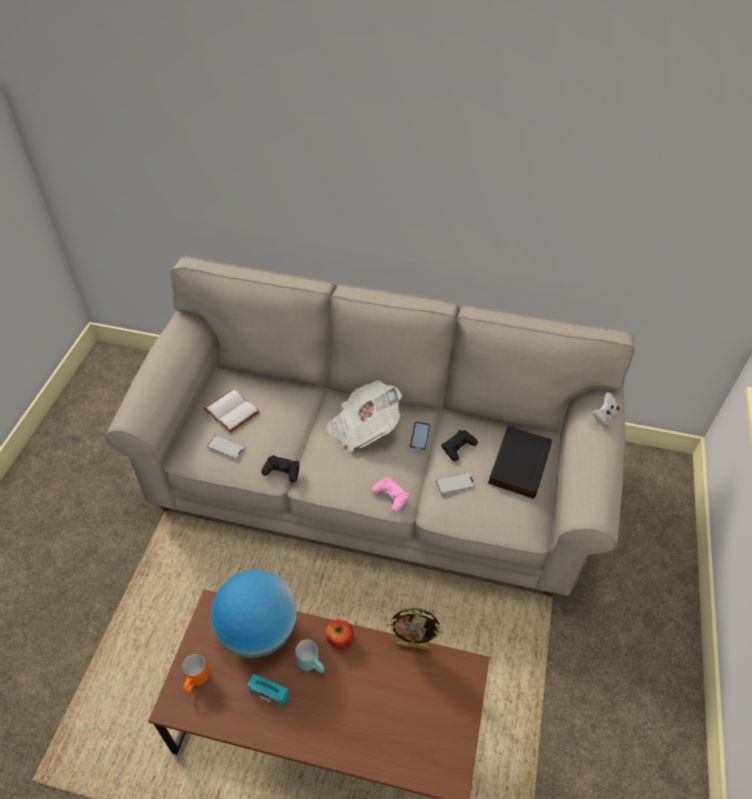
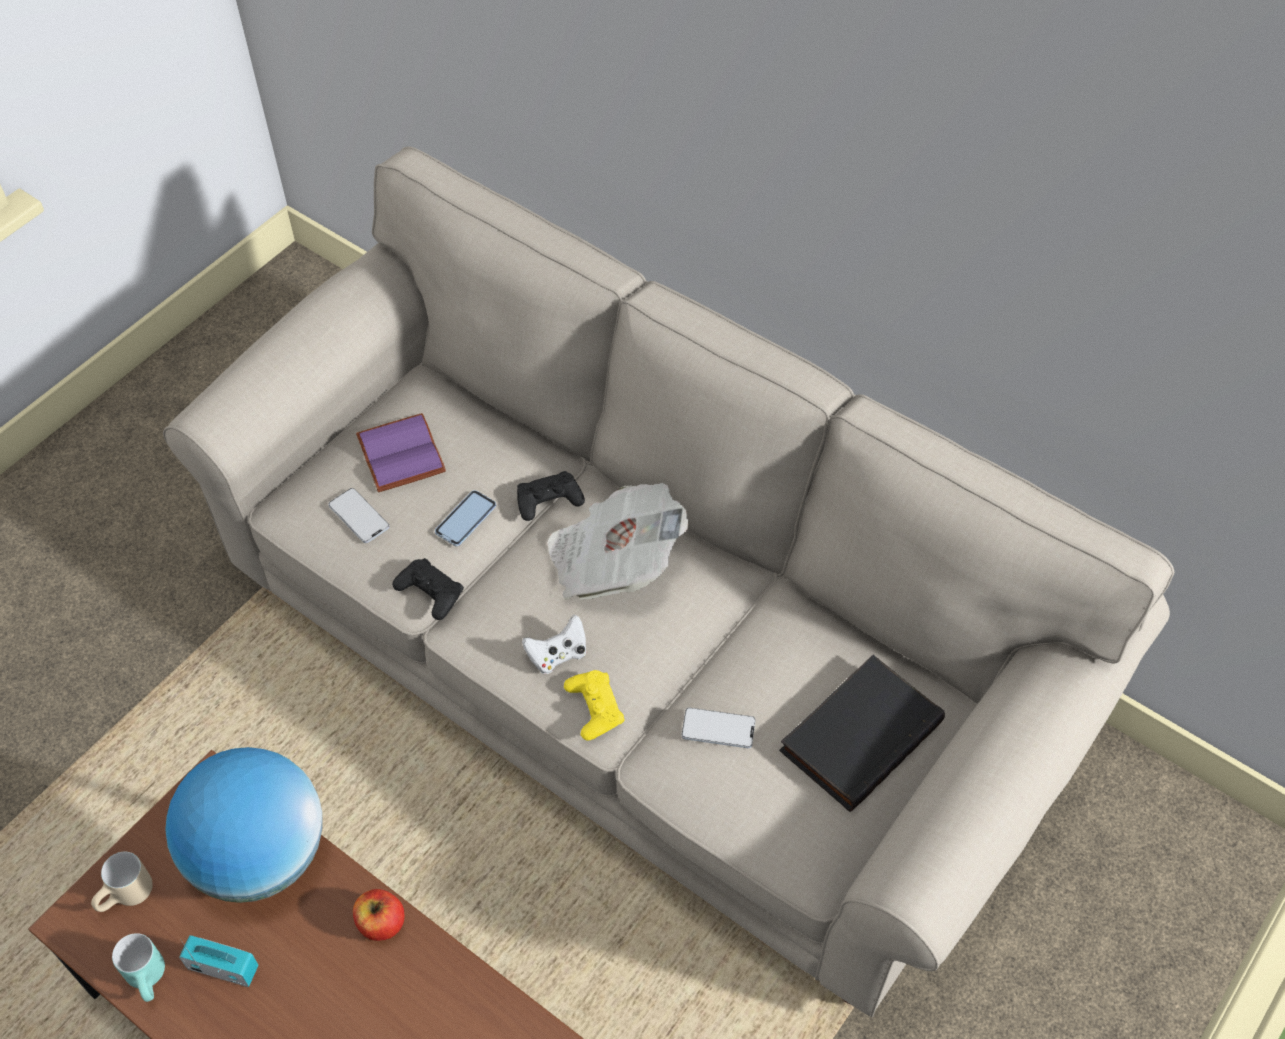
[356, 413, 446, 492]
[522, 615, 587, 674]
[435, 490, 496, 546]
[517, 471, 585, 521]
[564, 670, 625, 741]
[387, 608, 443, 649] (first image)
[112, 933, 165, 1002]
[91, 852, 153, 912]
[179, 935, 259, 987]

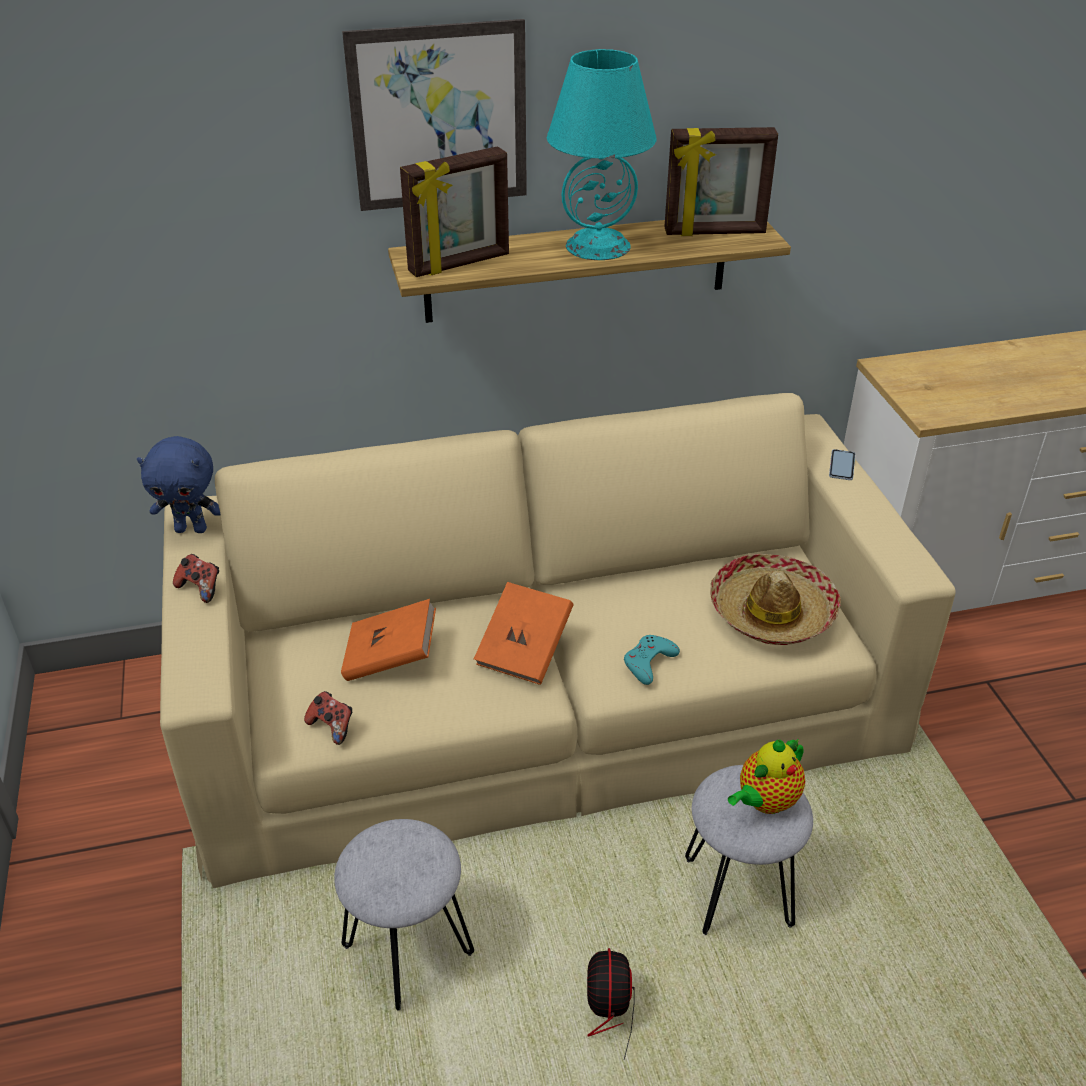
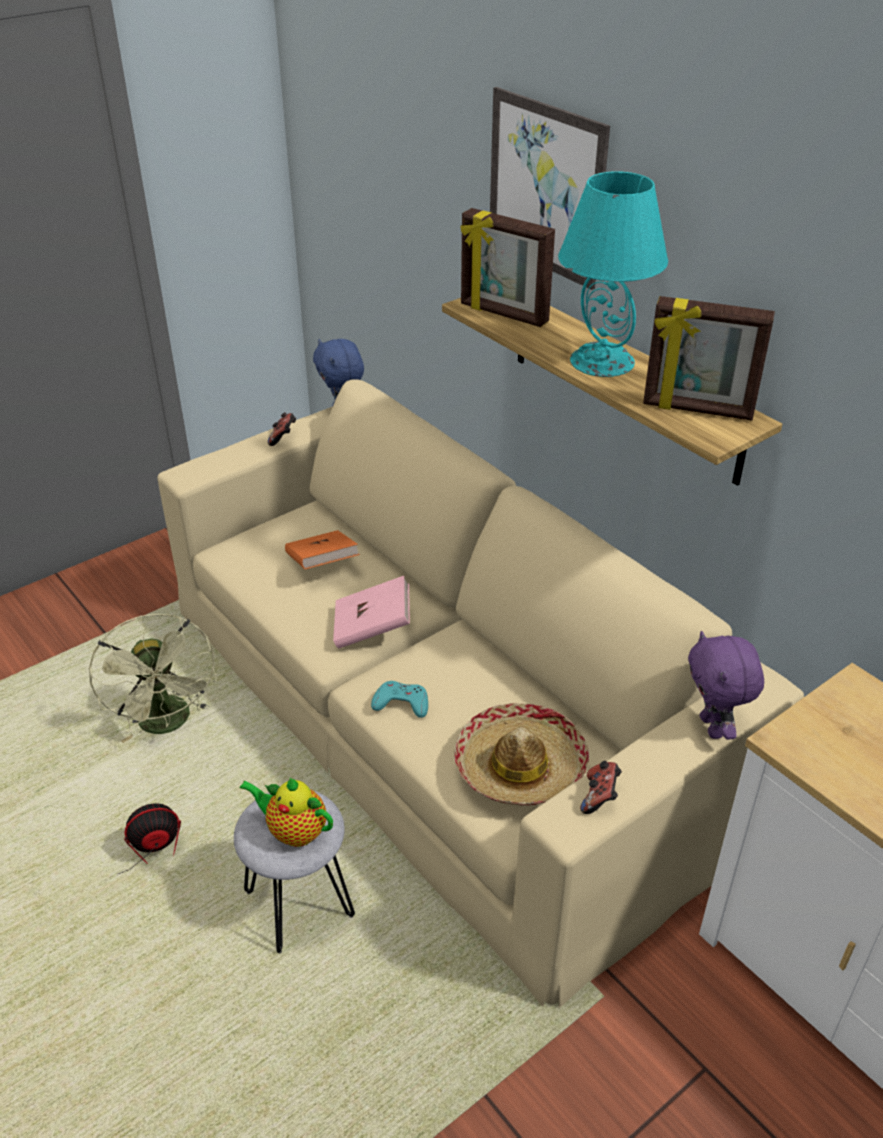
[643, 296, 775, 421]
[688, 631, 764, 740]
[333, 576, 410, 648]
[580, 761, 622, 814]
[88, 614, 217, 743]

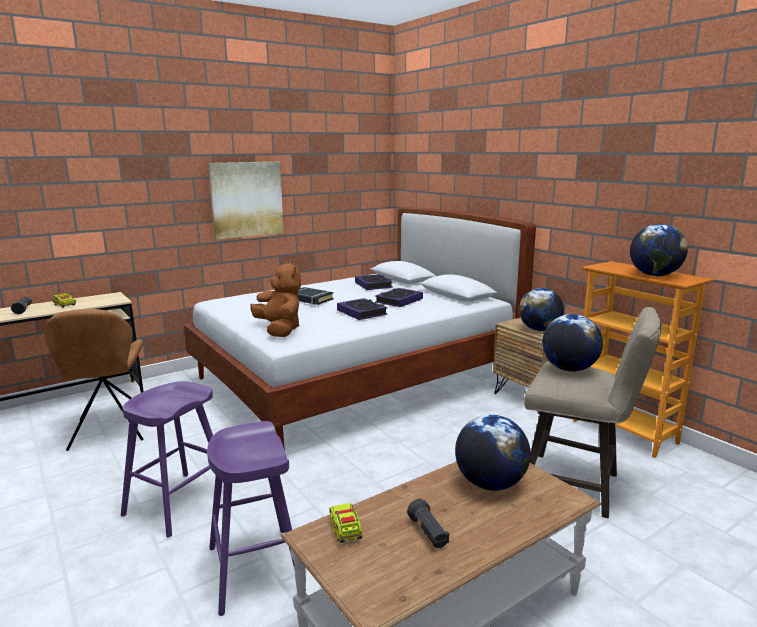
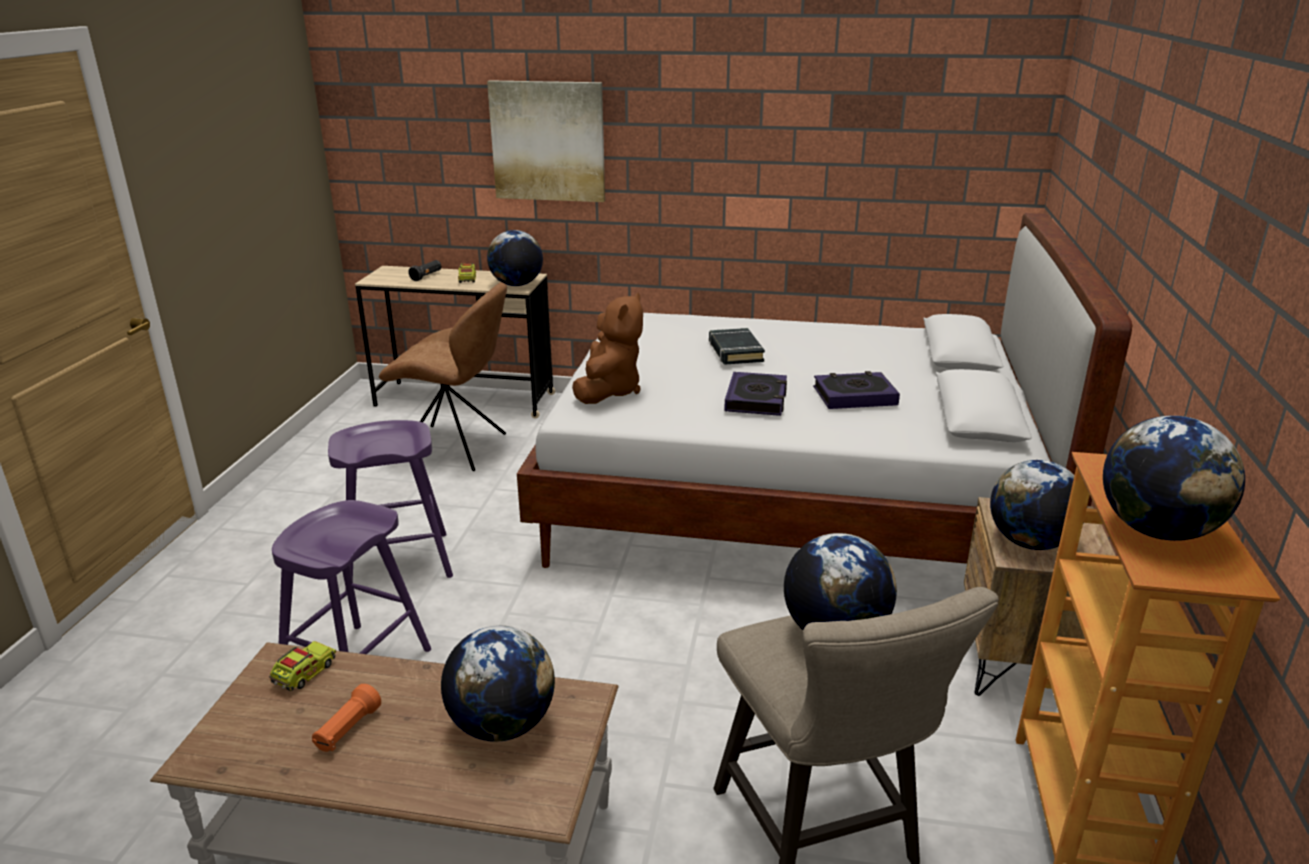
[487, 80, 605, 202]
[355, 274, 393, 290] (first image)
[379, 282, 507, 471]
[312, 684, 381, 752]
[487, 230, 543, 286]

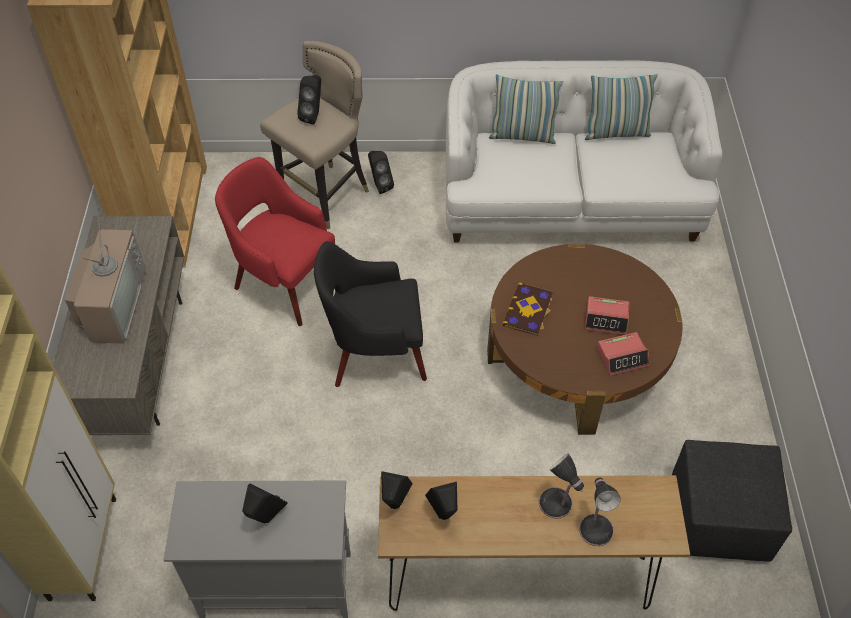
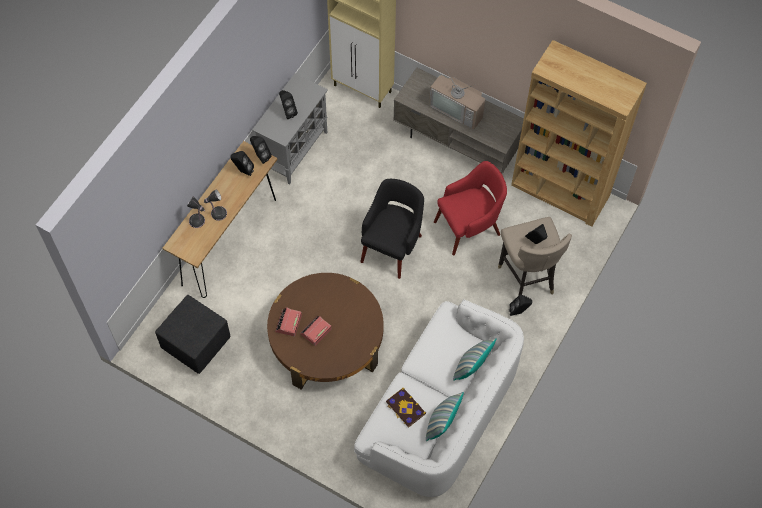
[386, 388, 426, 428]

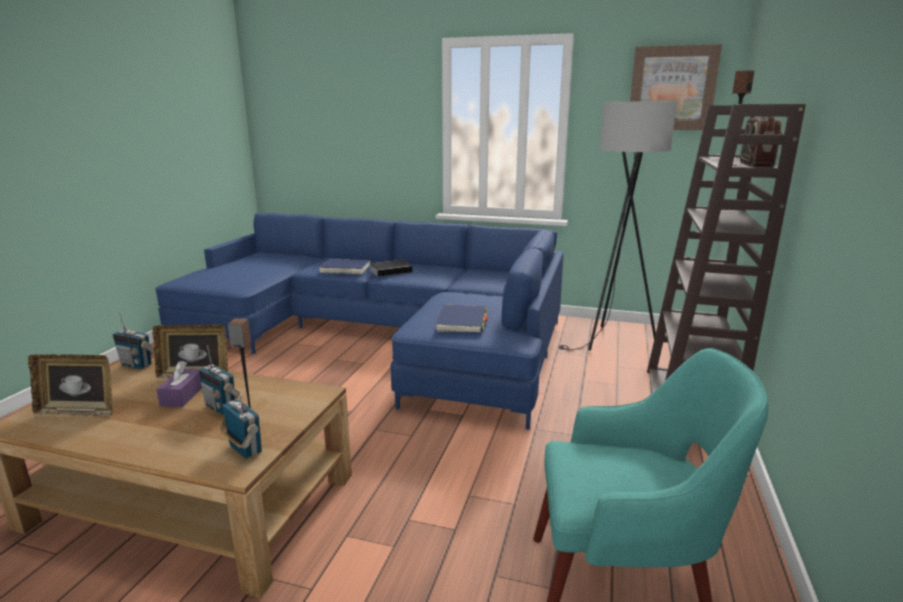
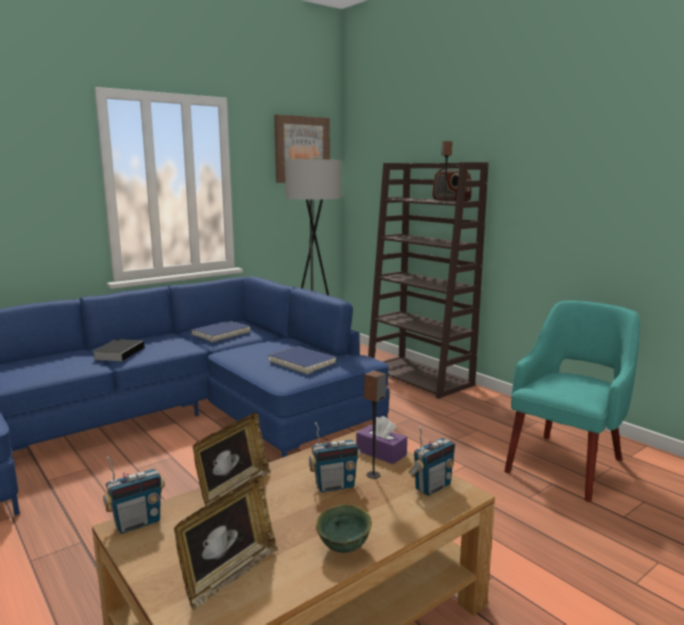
[191, 321, 251, 342]
[356, 416, 407, 464]
[409, 426, 455, 496]
[316, 504, 372, 553]

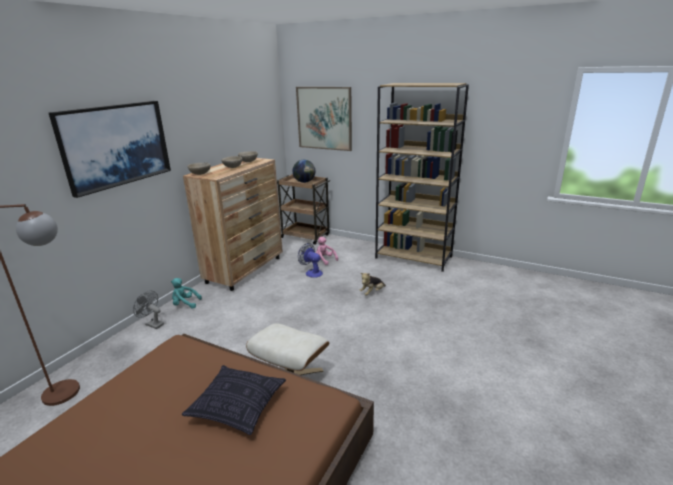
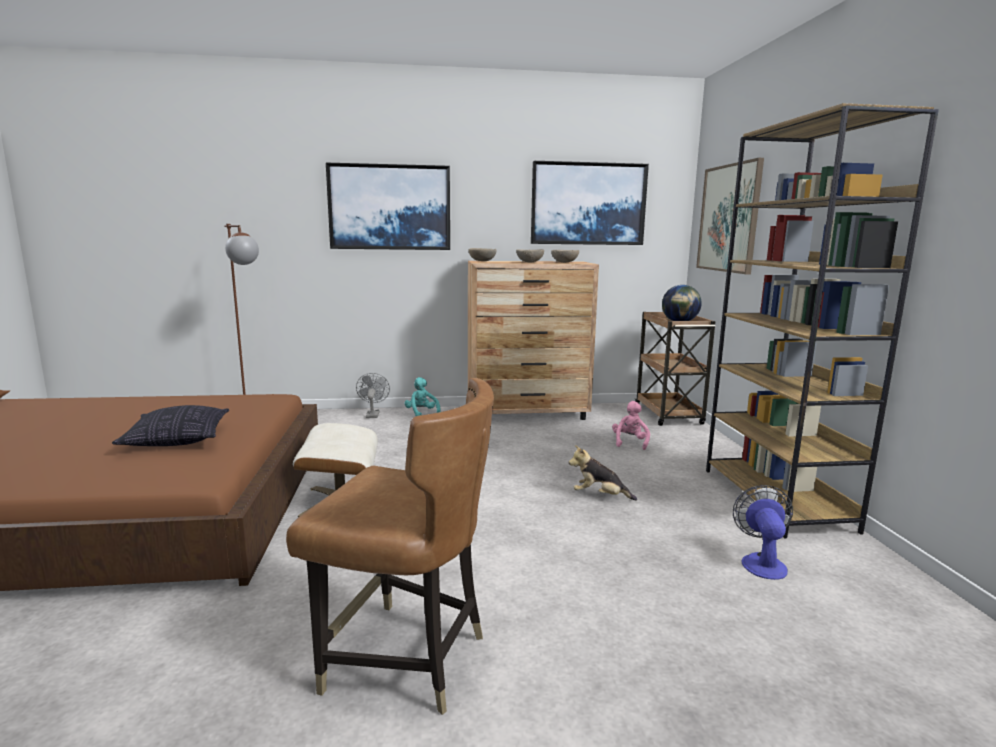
[733, 485, 793, 580]
[531, 161, 649, 245]
[286, 378, 494, 715]

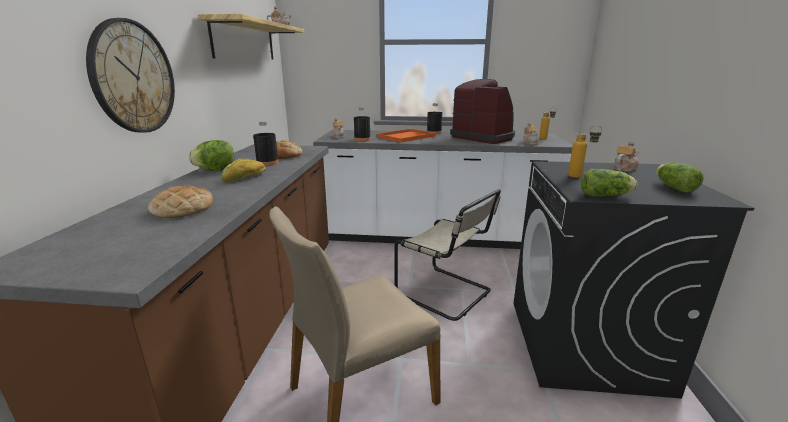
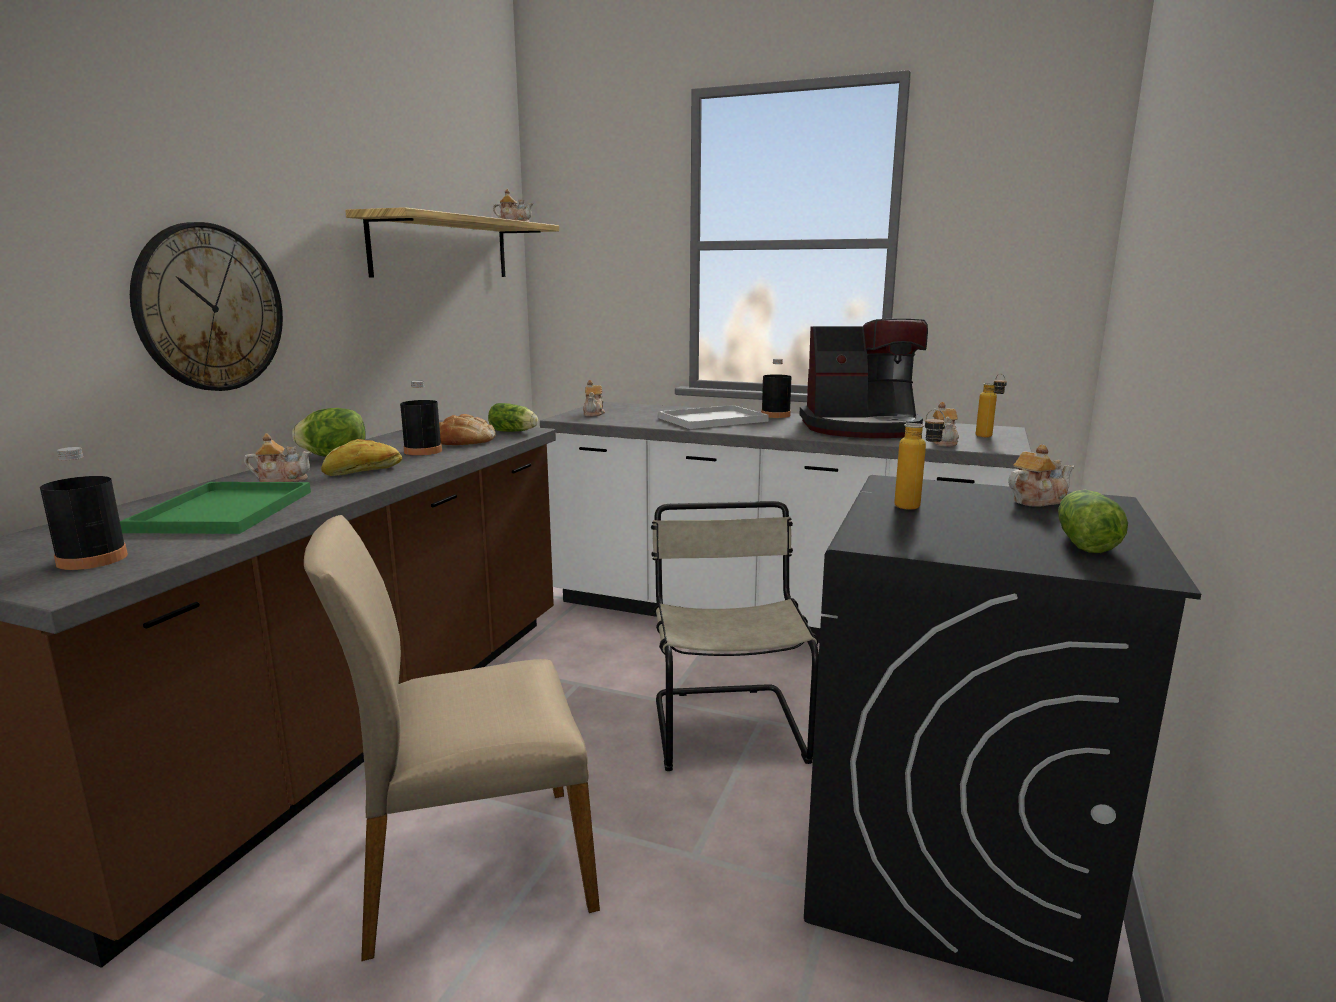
[799, 318, 928, 438]
[40, 447, 128, 570]
[658, 405, 769, 429]
[488, 403, 538, 432]
[120, 482, 311, 534]
[651, 501, 819, 771]
[244, 433, 311, 482]

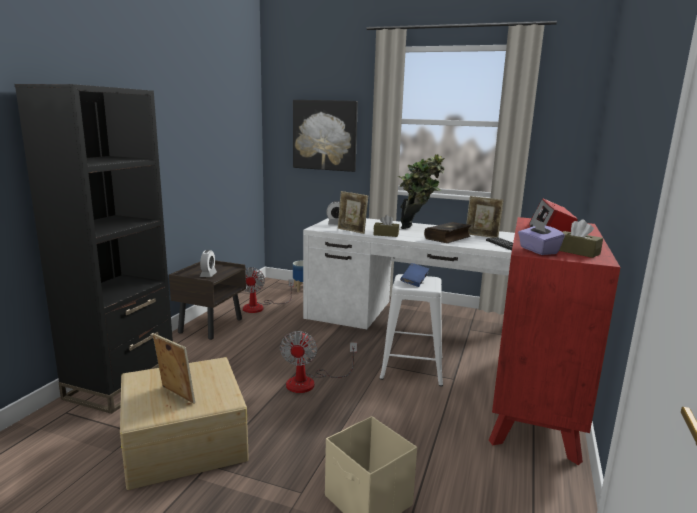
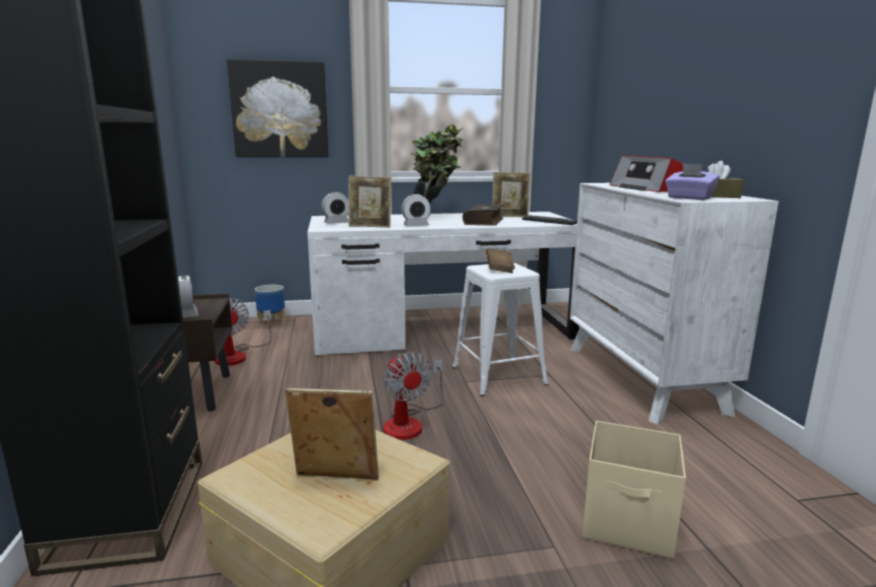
[401, 194, 431, 226]
[570, 183, 779, 424]
[486, 248, 515, 273]

